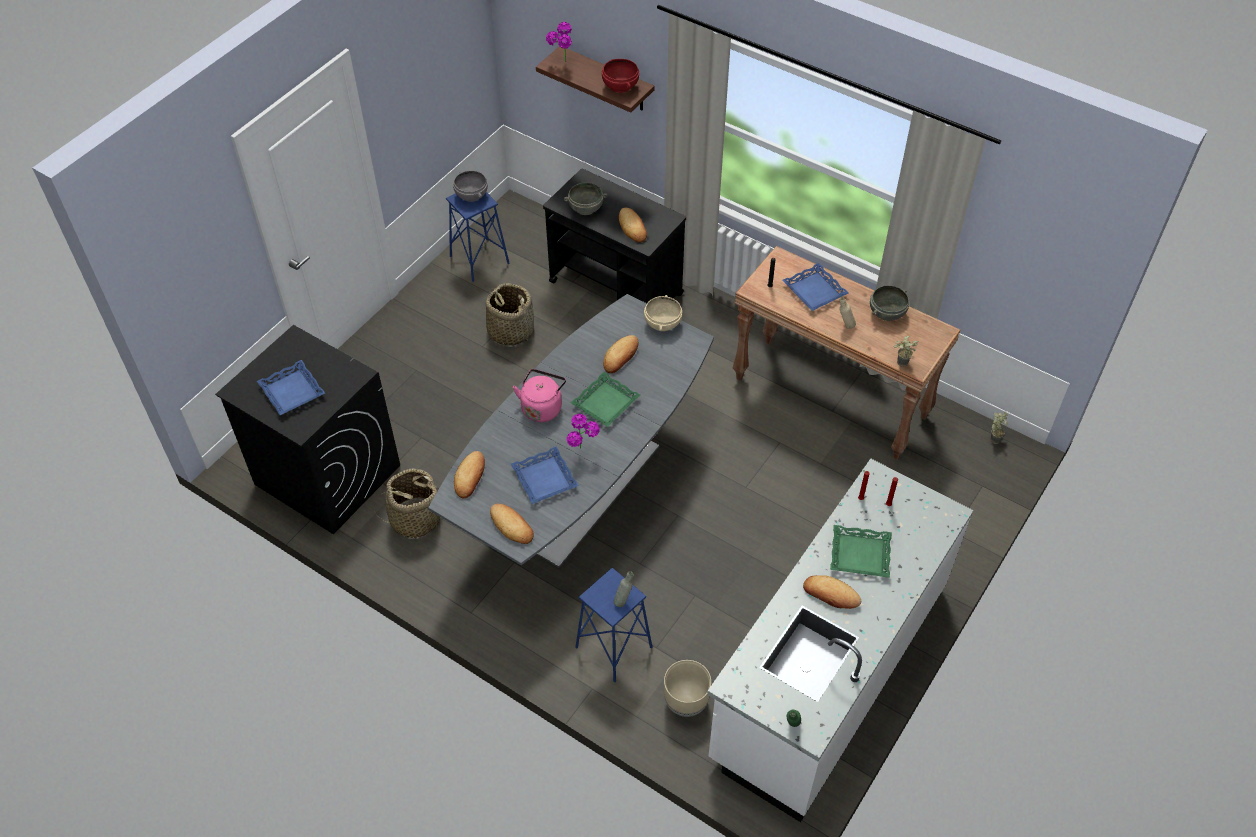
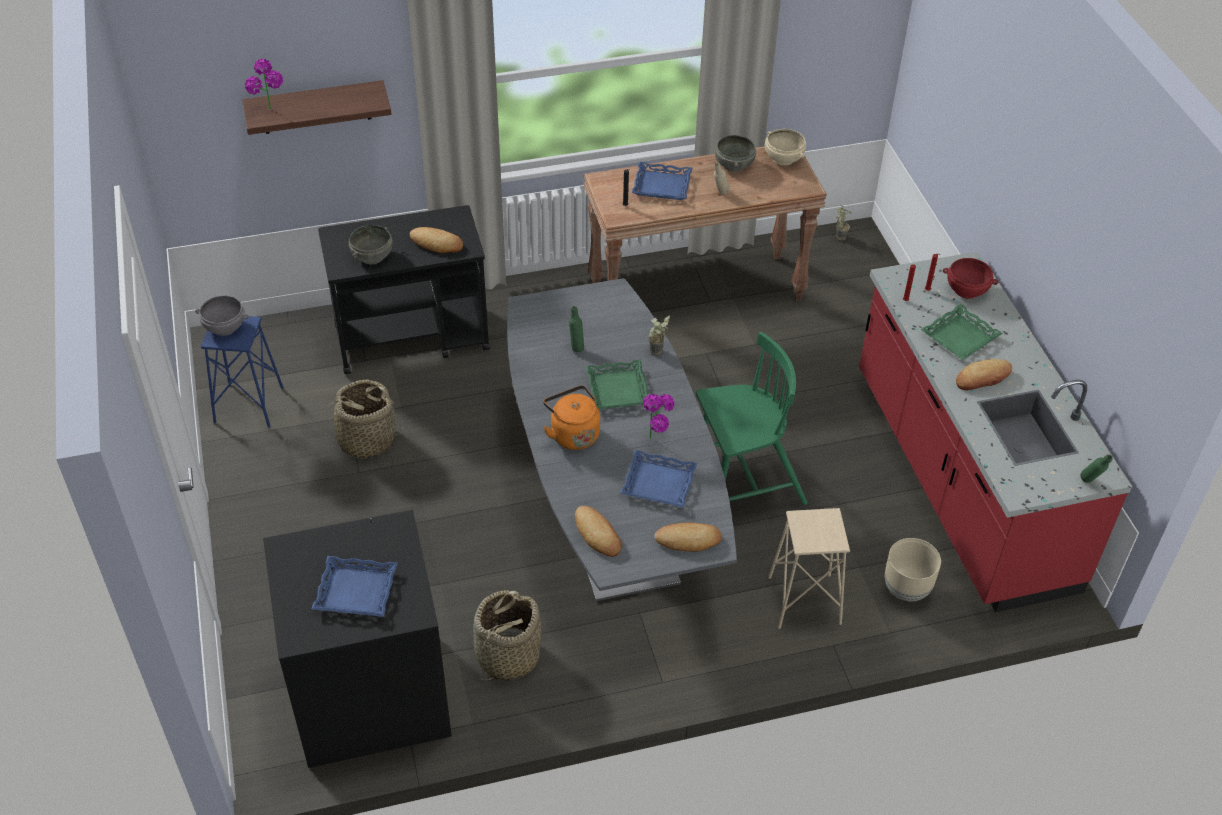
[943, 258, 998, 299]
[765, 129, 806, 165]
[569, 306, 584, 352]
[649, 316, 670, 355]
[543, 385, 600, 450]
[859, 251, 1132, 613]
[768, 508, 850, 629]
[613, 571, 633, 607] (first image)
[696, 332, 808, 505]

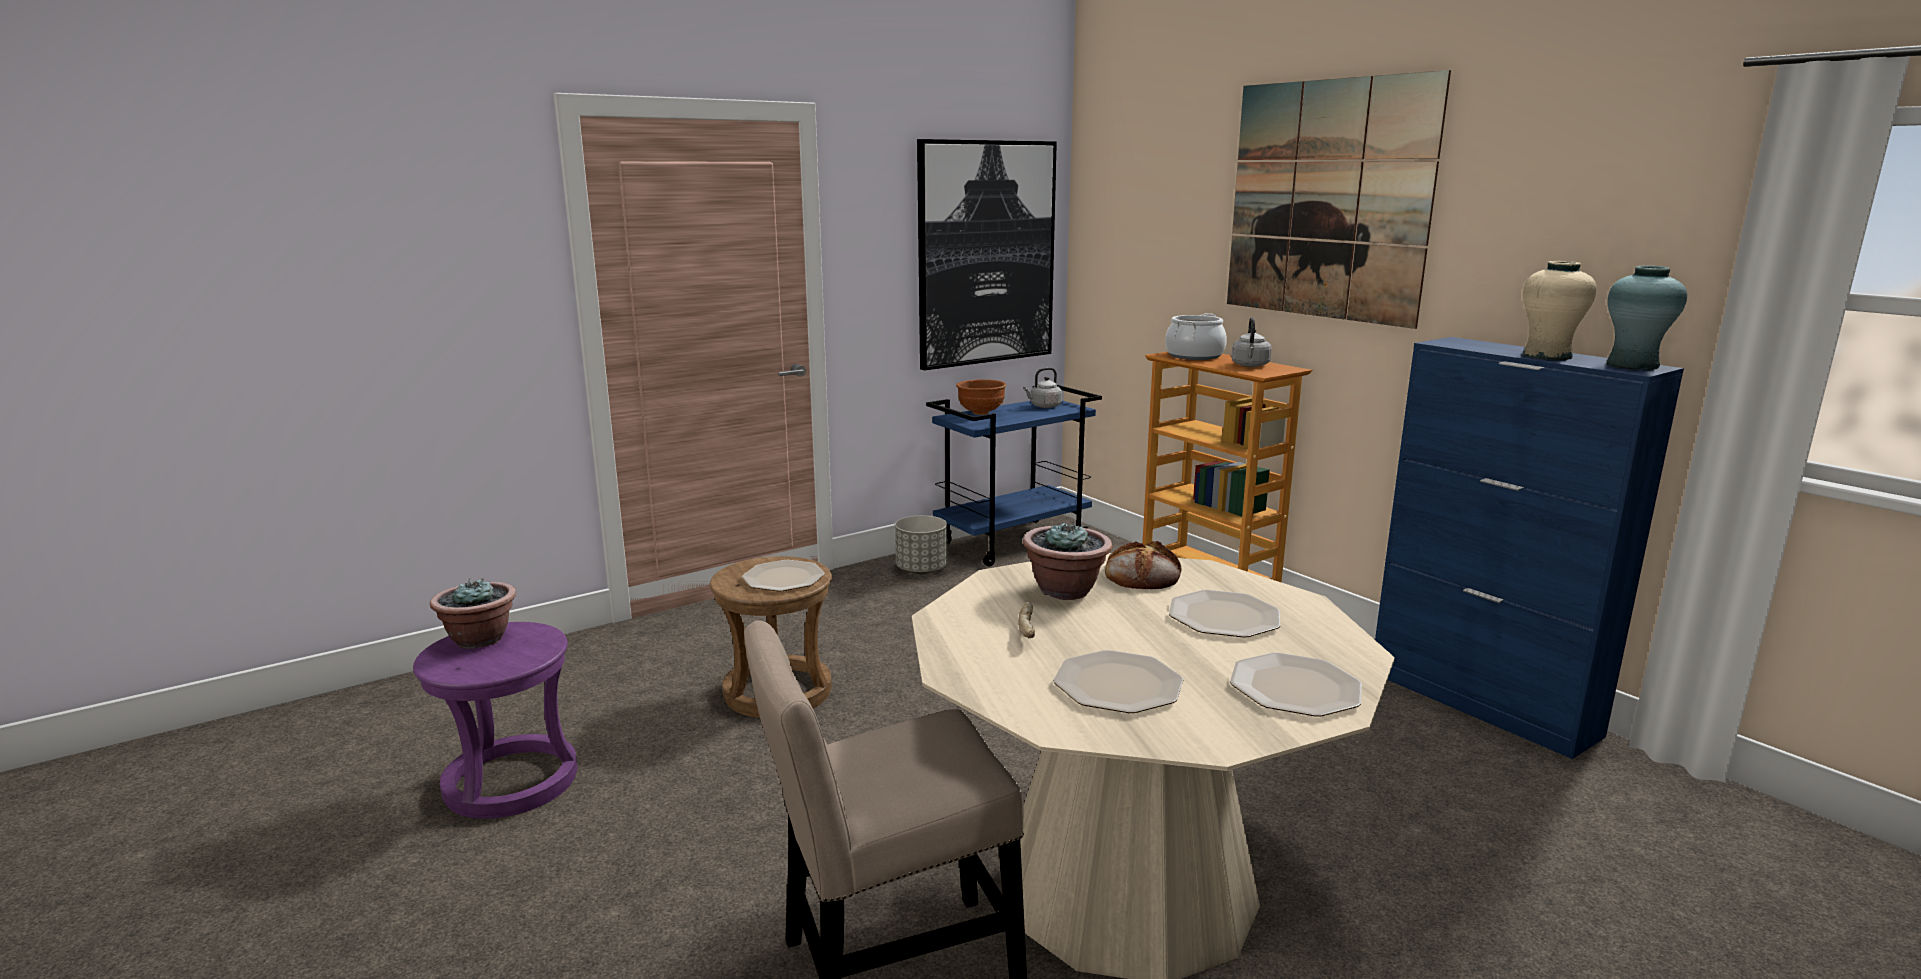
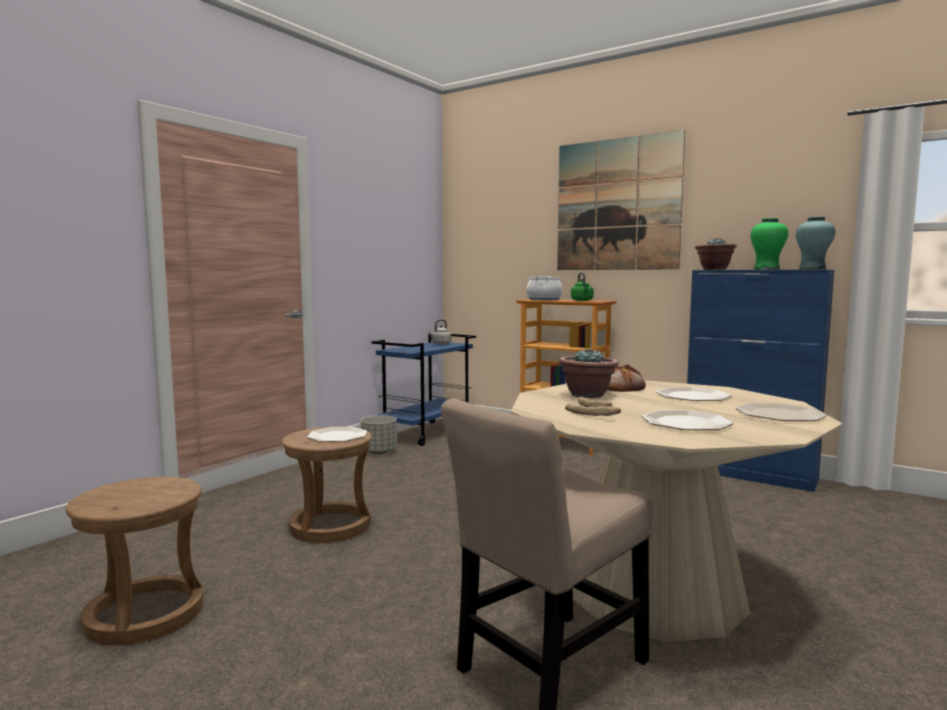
[917, 139, 1057, 370] (first image)
[751, 218, 788, 270]
[571, 272, 594, 301]
[956, 379, 1007, 415] (first image)
[695, 238, 737, 270]
[66, 477, 203, 645]
[565, 404, 621, 416]

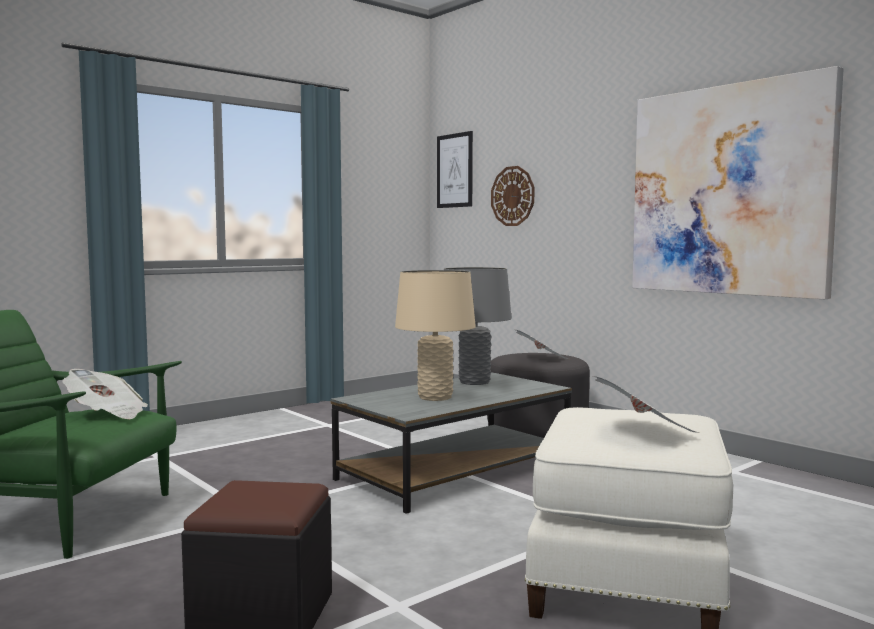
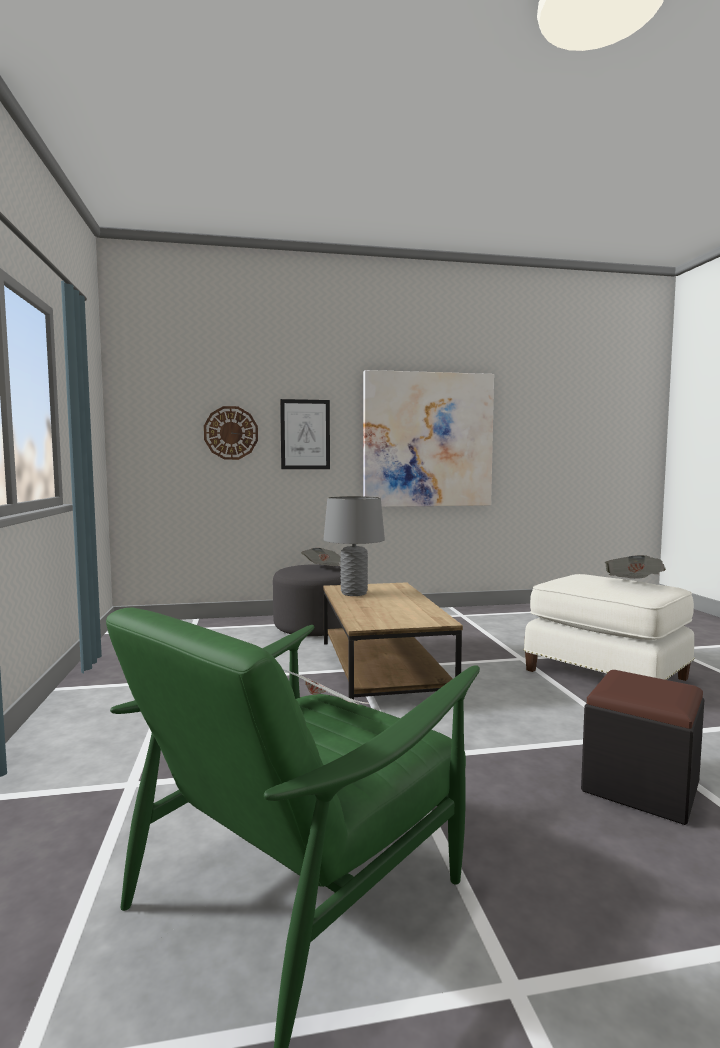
[280, 399, 330, 469]
[395, 270, 476, 401] (first image)
[323, 582, 463, 699]

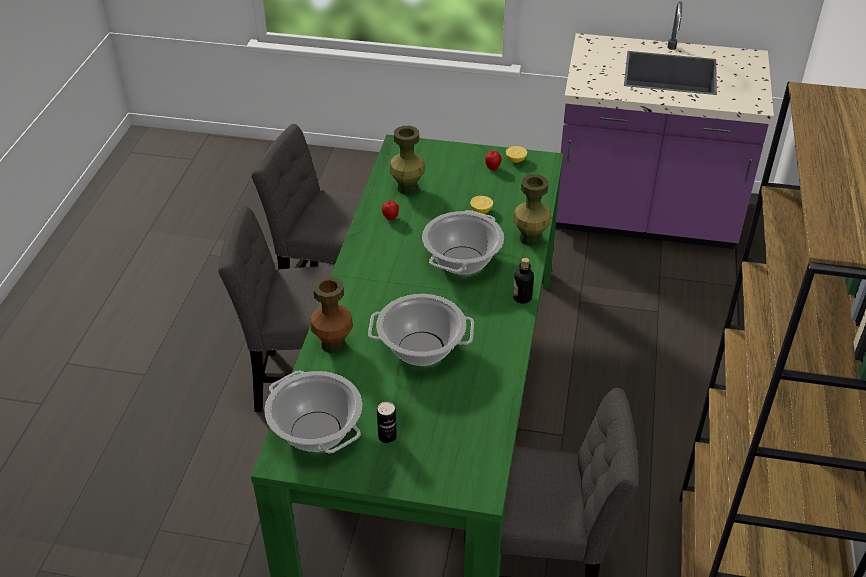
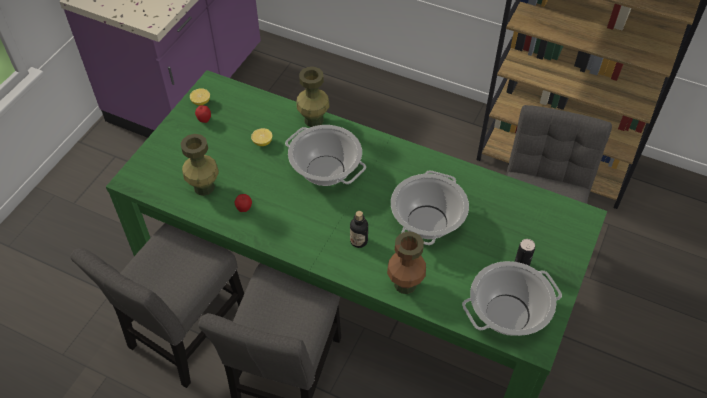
[350, 211, 368, 248]

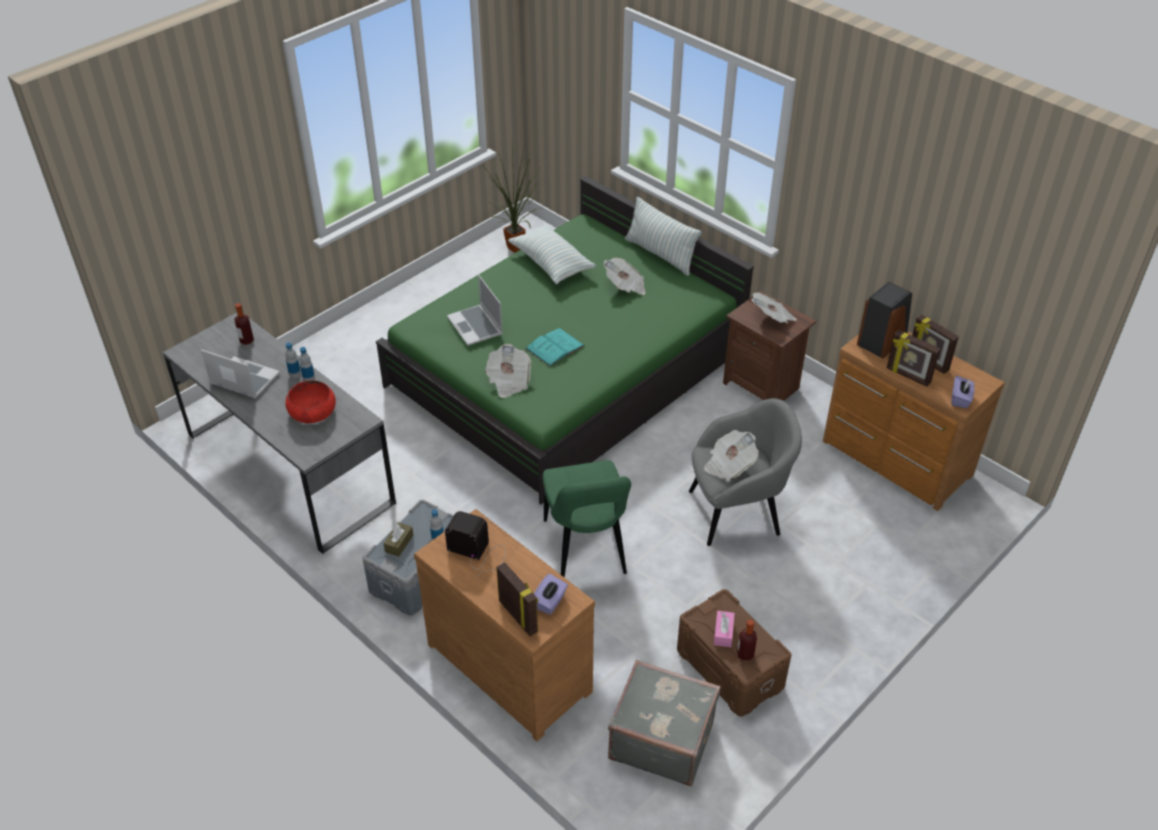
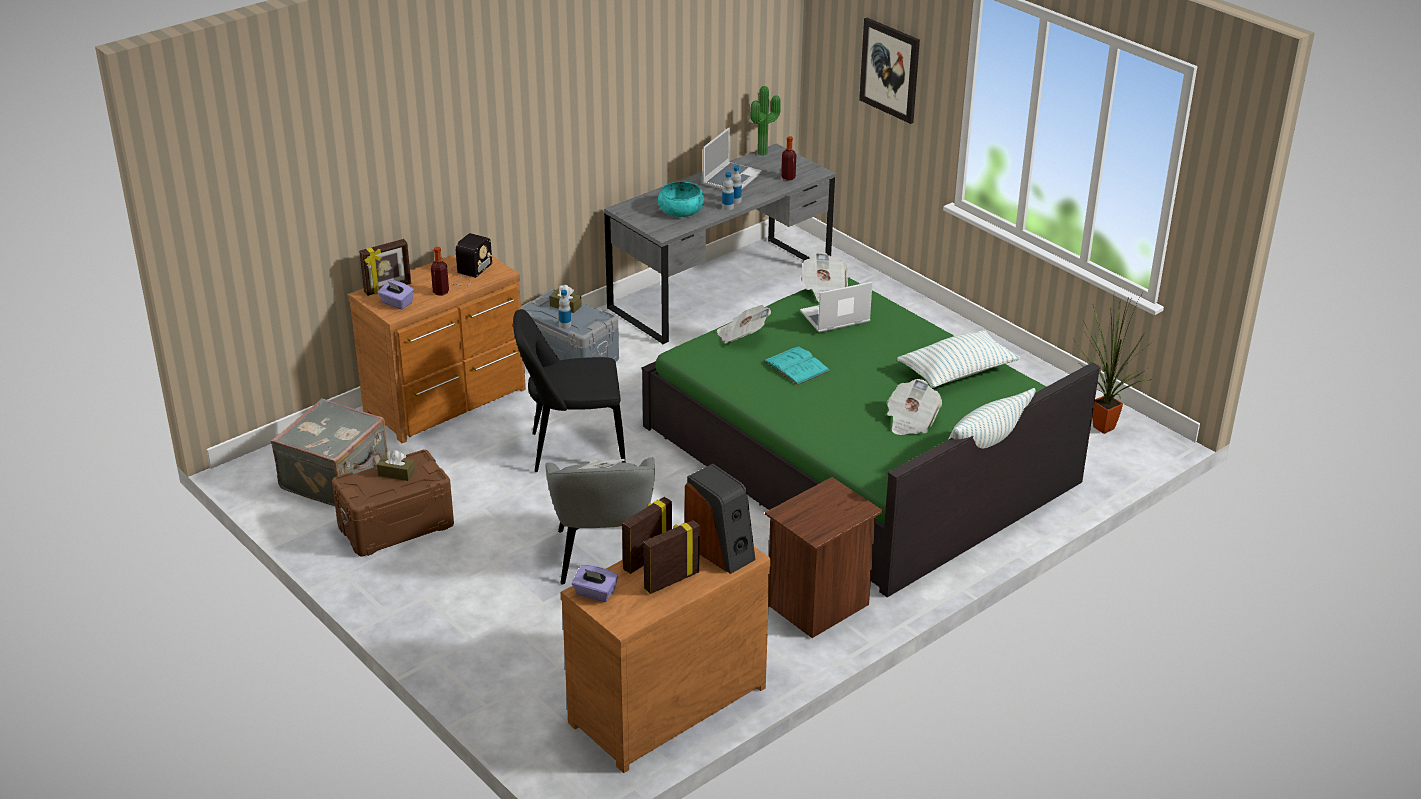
[801, 252, 848, 302]
[658, 181, 704, 217]
[513, 309, 626, 472]
[377, 450, 415, 481]
[431, 247, 449, 296]
[859, 18, 920, 124]
[751, 86, 781, 156]

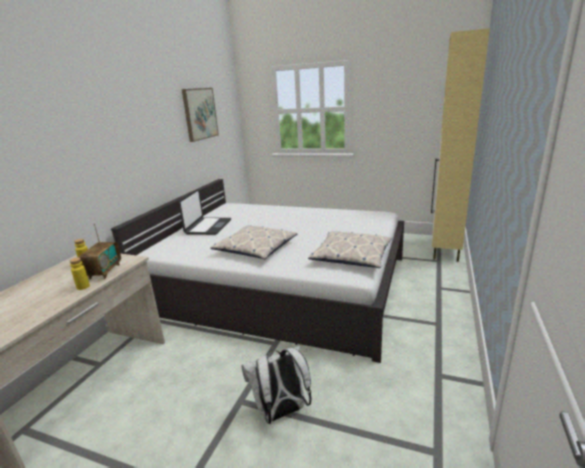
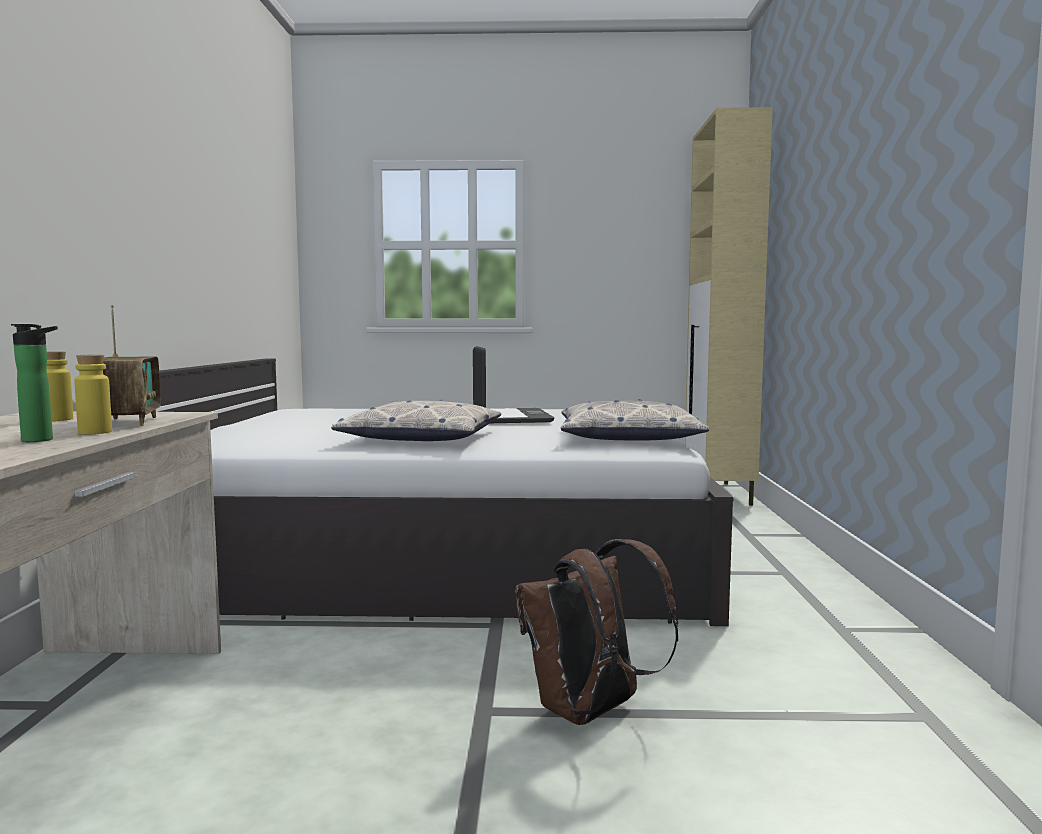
[182, 88, 219, 142] (first image)
[473, 346, 555, 423]
[515, 539, 678, 725]
[11, 324, 58, 442]

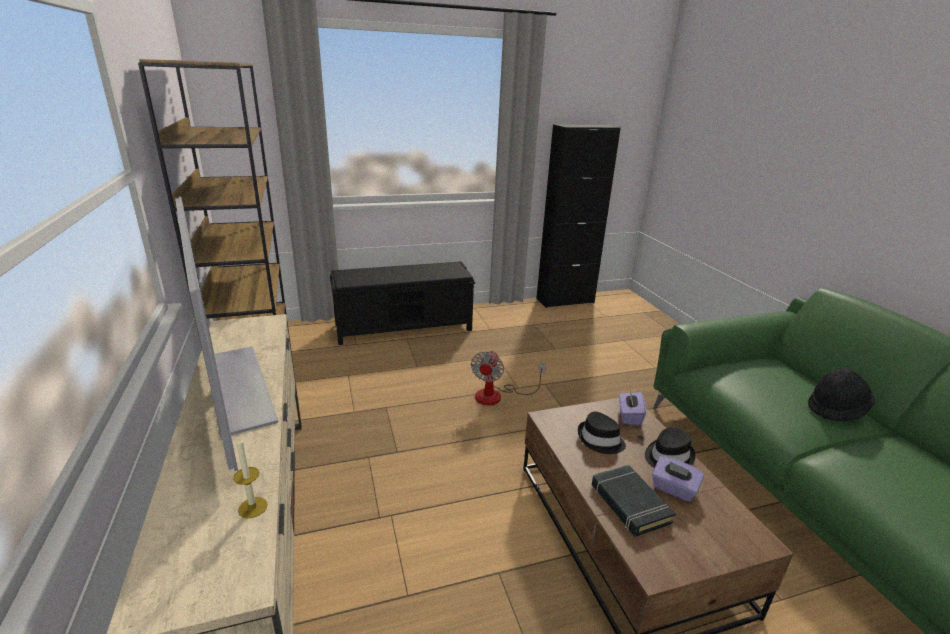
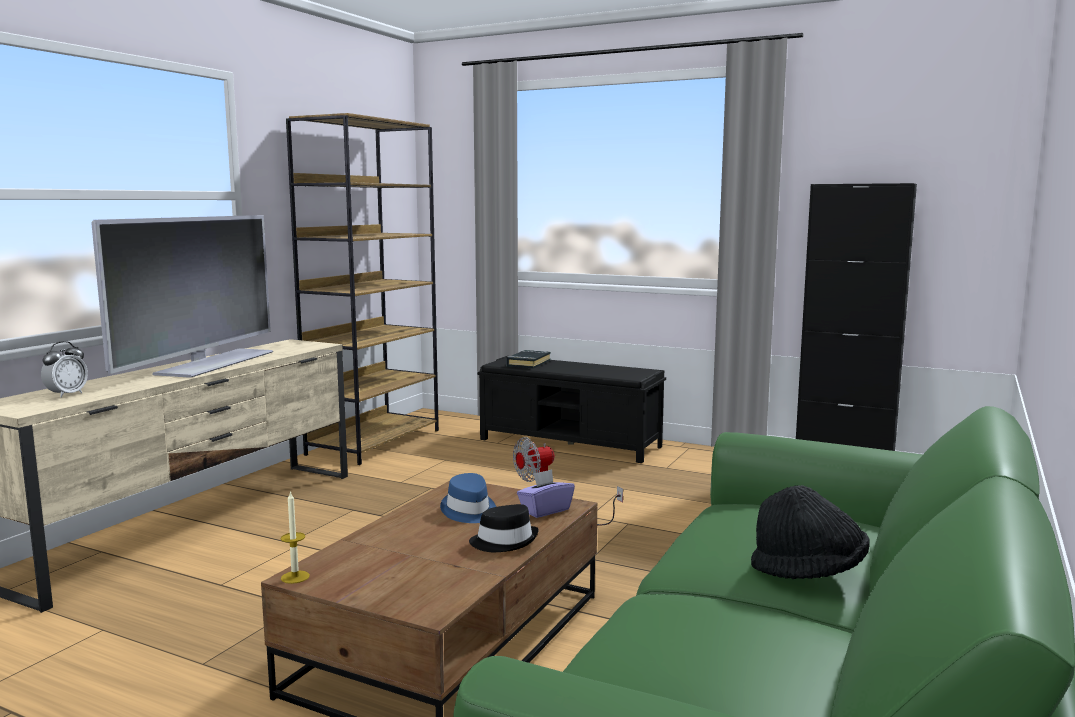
[440, 473, 496, 523]
[281, 491, 310, 584]
[652, 456, 704, 502] (first image)
[506, 350, 551, 369]
[41, 341, 88, 398]

